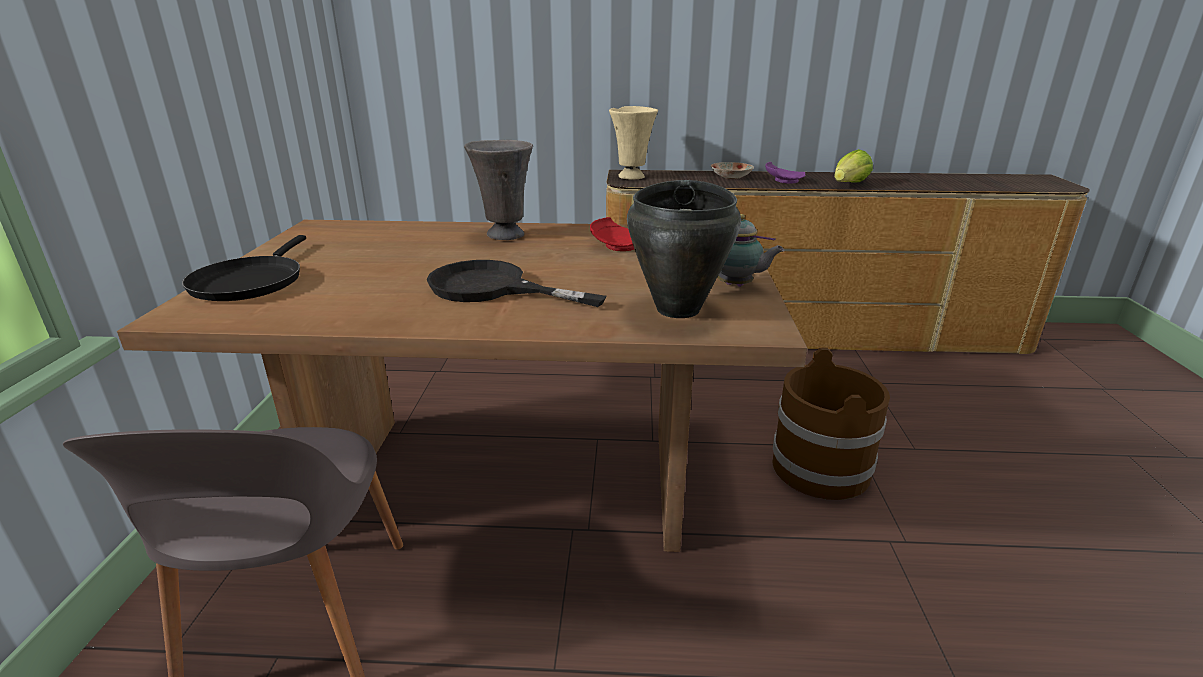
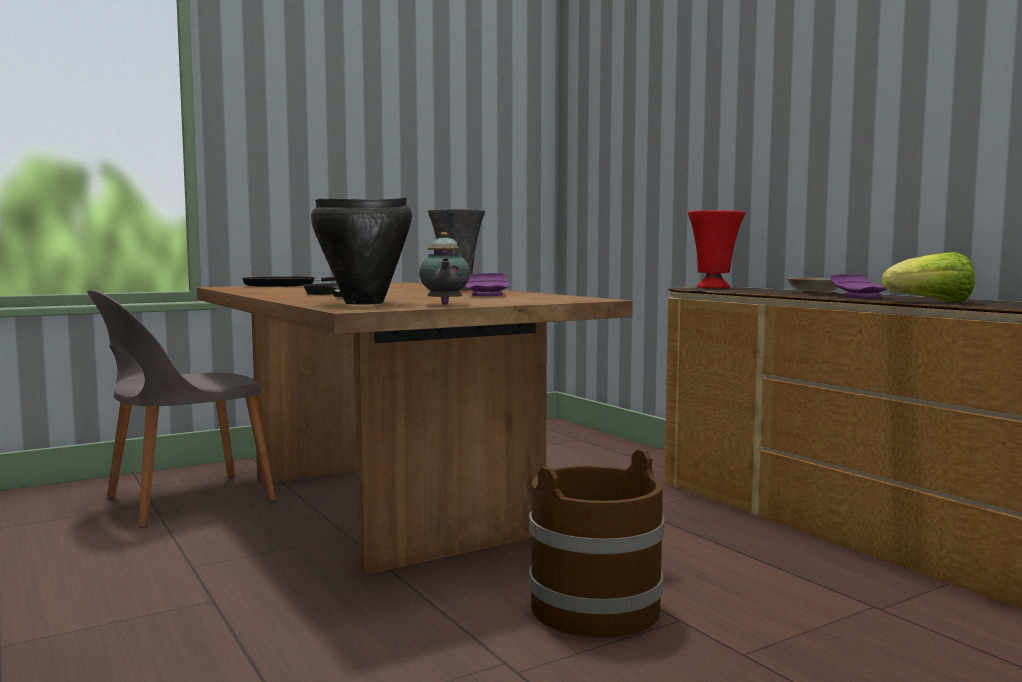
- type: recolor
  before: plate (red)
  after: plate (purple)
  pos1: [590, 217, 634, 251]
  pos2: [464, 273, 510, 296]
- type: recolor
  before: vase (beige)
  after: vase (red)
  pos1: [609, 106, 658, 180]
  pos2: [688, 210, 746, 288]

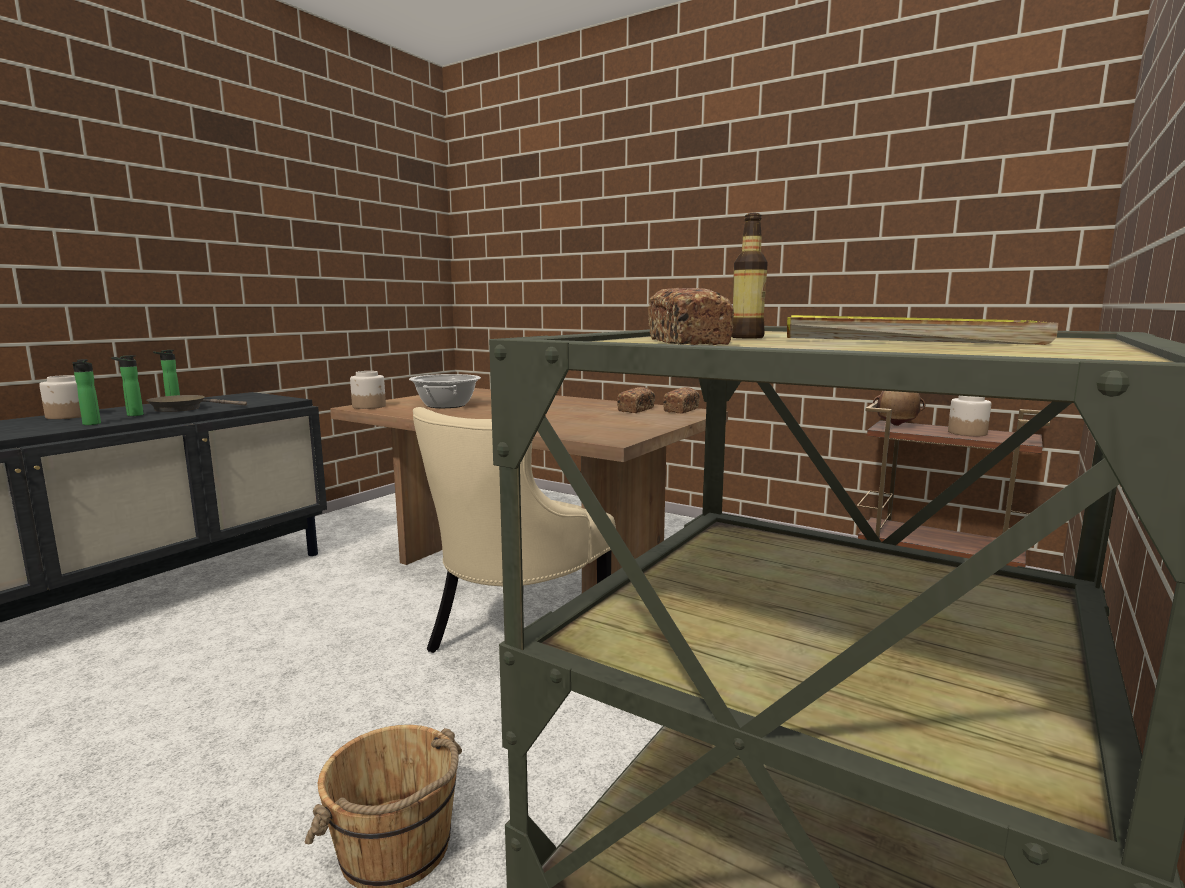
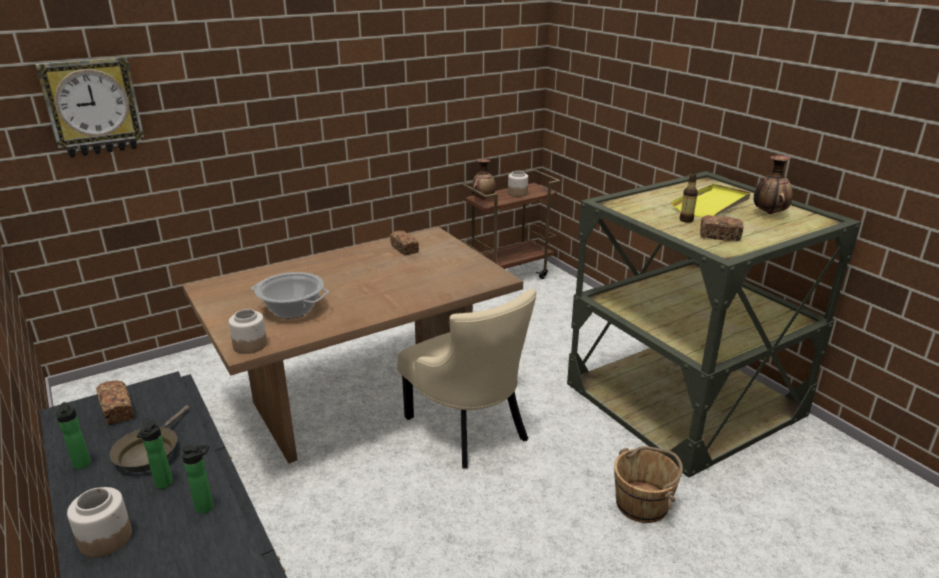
- type: move
  before: bread
  pos1: [663, 387, 700, 414]
  pos2: [96, 381, 134, 425]
- type: insert
  after: wall clock
  pos2: [35, 57, 144, 158]
- type: insert
  after: vase
  pos2: [754, 155, 792, 214]

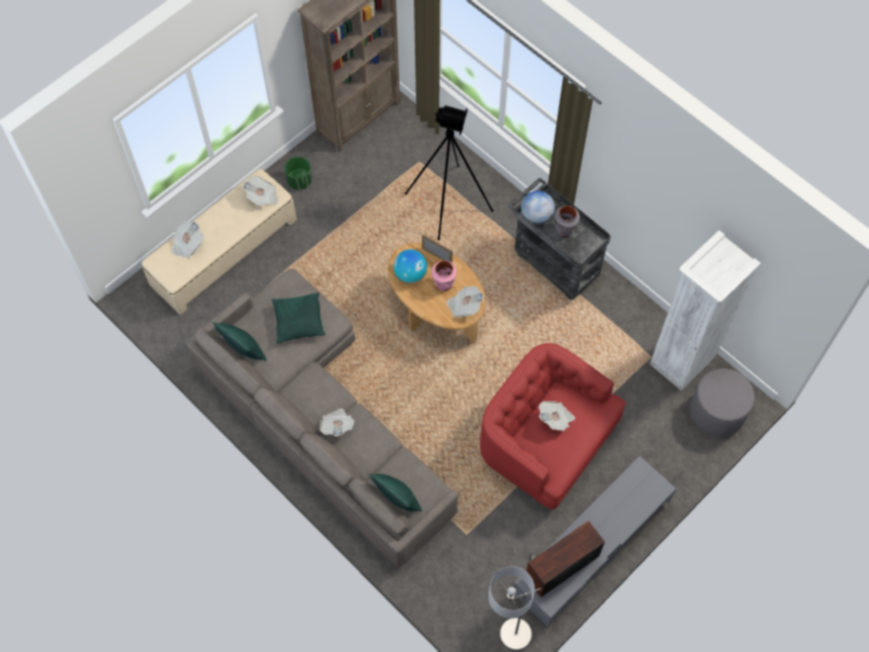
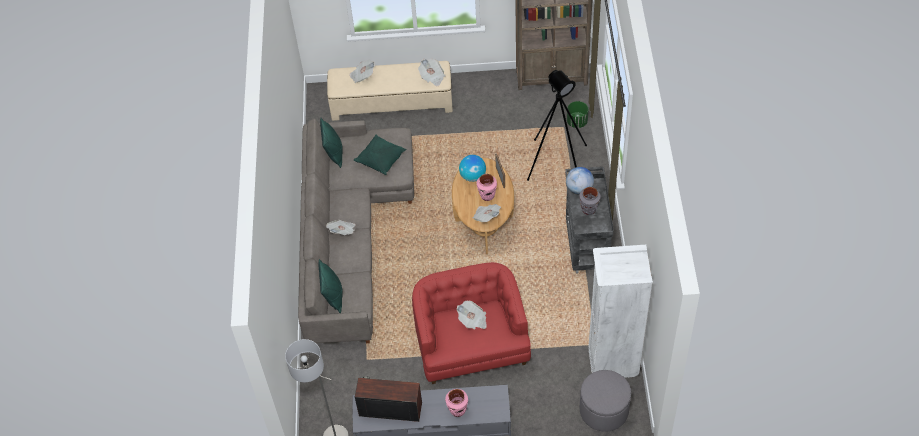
- type: move
  before: planter (green)
  pos1: [285, 157, 312, 190]
  pos2: [567, 101, 588, 128]
- type: insert
  after: vase (pink)
  pos2: [445, 389, 468, 417]

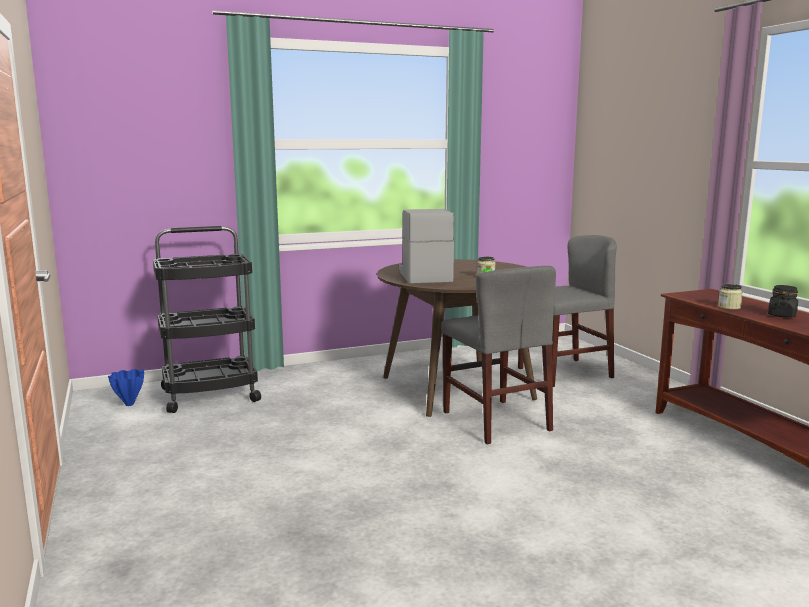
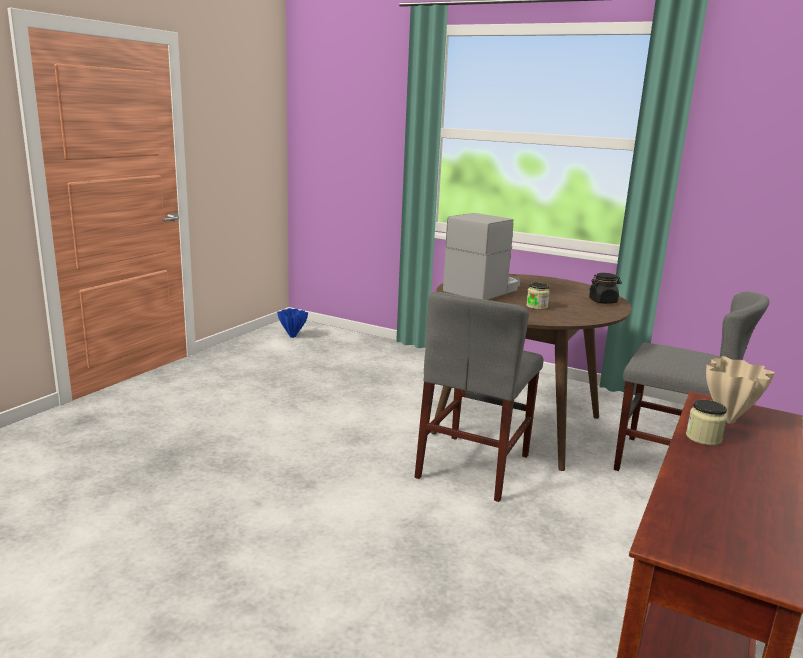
- type: delete
  before: cart (black)
  pos1: [153, 226, 261, 413]
- type: move
  before: jar (black)
  pos1: [768, 285, 798, 317]
  pos2: [589, 273, 622, 304]
- type: insert
  after: vase (beige)
  pos2: [706, 356, 774, 424]

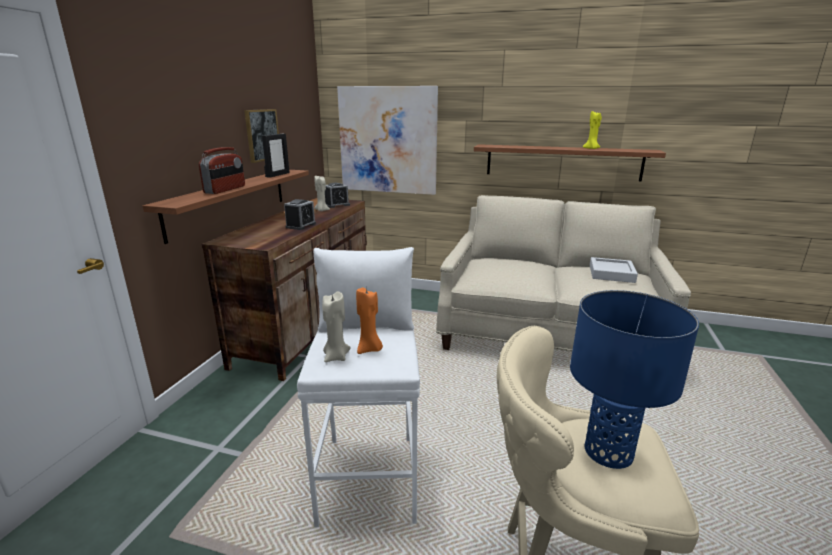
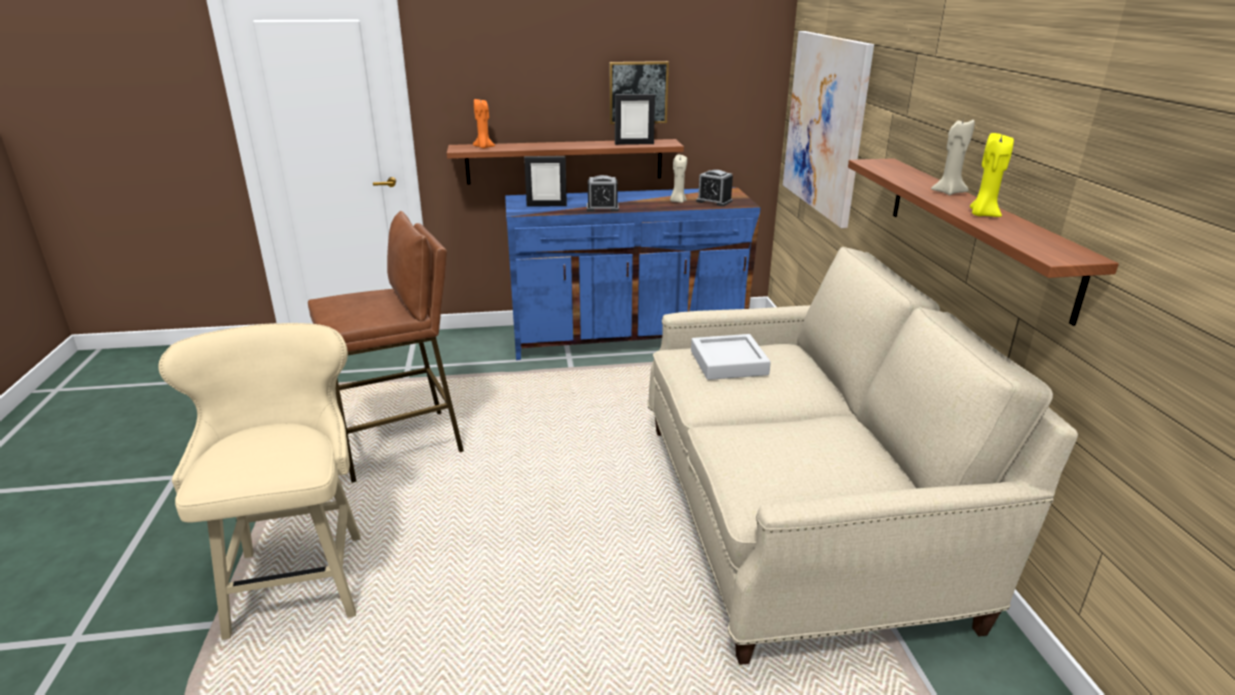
- type: delete
  before: radio
  pos1: [199, 147, 245, 194]
- type: recolor
  before: cabinet (brown)
  after: cabinet (blue)
  pos1: [201, 198, 367, 381]
  pos2: [505, 187, 761, 360]
- type: recolor
  before: stool (white)
  after: stool (brown)
  pos1: [297, 247, 420, 527]
  pos2: [308, 211, 464, 483]
- type: move
  before: candle (beige)
  pos1: [322, 292, 350, 362]
  pos2: [931, 120, 975, 195]
- type: move
  before: candle (orange)
  pos1: [356, 288, 383, 354]
  pos2: [473, 99, 495, 148]
- type: delete
  before: table lamp (blue)
  pos1: [570, 290, 699, 469]
- type: move
  before: tray (grey)
  pos1: [590, 257, 638, 283]
  pos2: [691, 334, 771, 380]
- type: insert
  after: picture frame
  pos2: [524, 156, 567, 206]

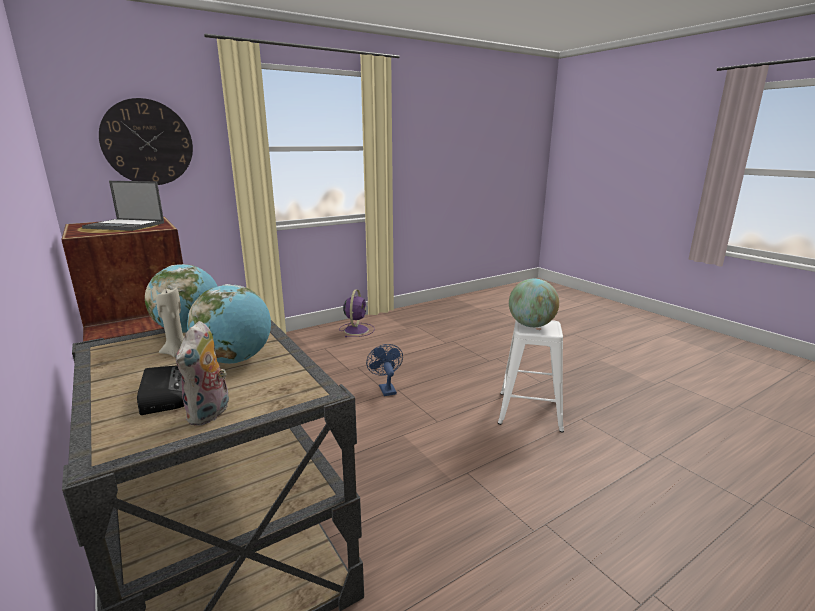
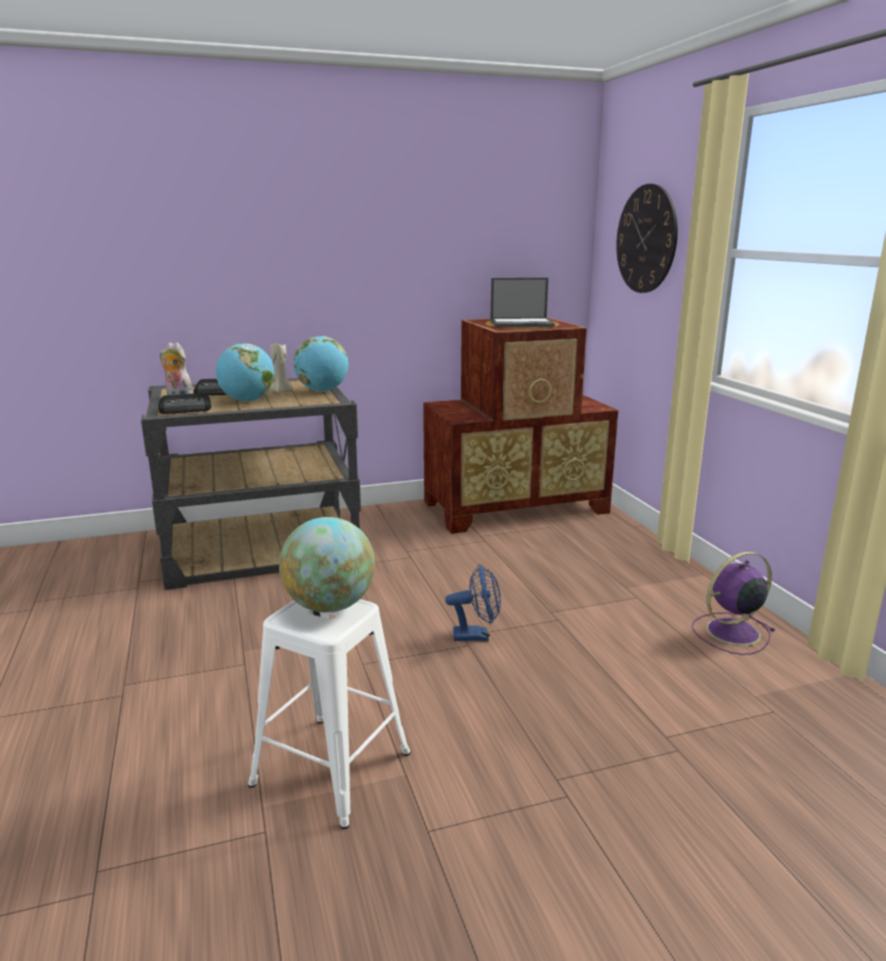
- type: rotate
  before: laptop
  pos1: [82, 181, 164, 231]
  pos2: [490, 278, 555, 327]
  turn: -120
- type: rotate
  before: fan (purple)
  pos1: [339, 289, 375, 337]
  pos2: [692, 552, 776, 655]
  turn: 135
- type: insert
  after: radio
  pos2: [158, 393, 212, 414]

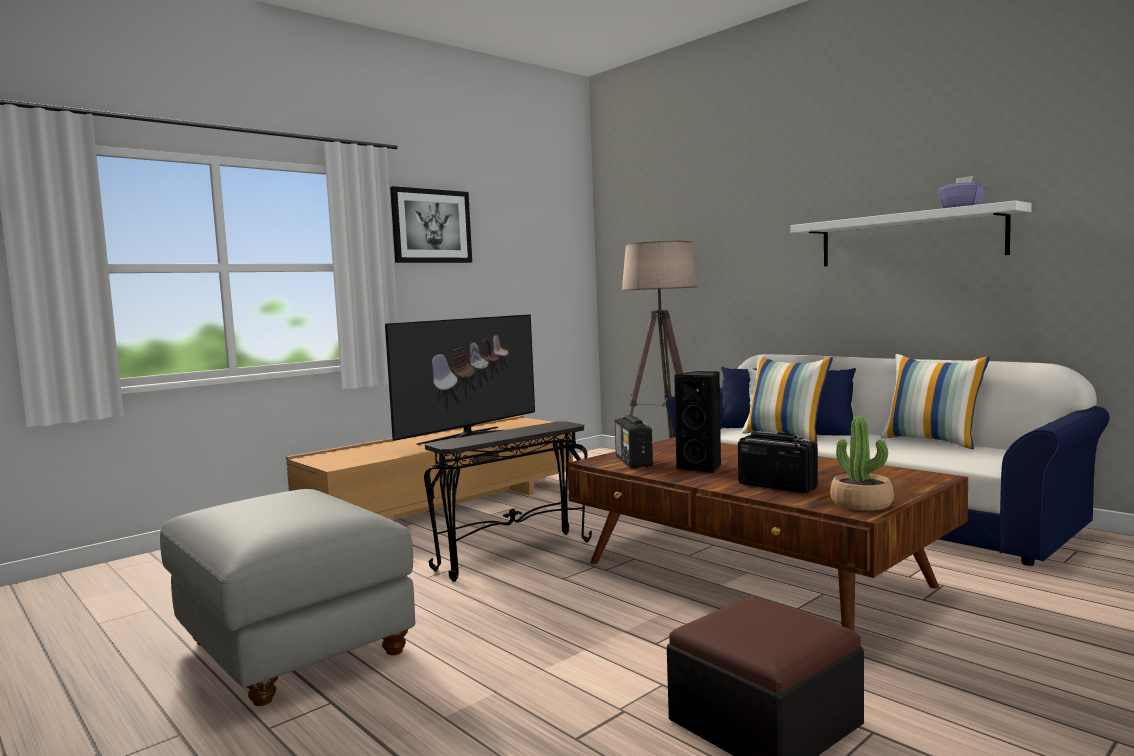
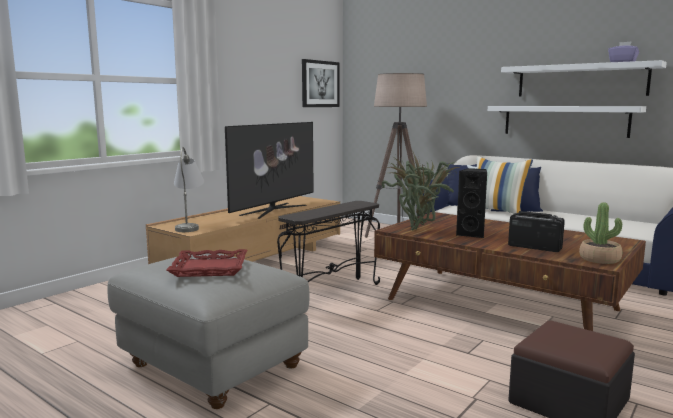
- type: move
  before: picture
  pos1: [390, 186, 472, 263]
  pos2: [302, 59, 339, 107]
- type: replace
  before: radio
  after: potted plant
  pos1: [615, 415, 653, 468]
  pos2: [382, 150, 461, 231]
- type: delete
  before: pillow
  pos1: [881, 354, 990, 449]
- type: insert
  after: tray (red)
  pos2: [166, 249, 247, 277]
- type: insert
  after: table lamp (grey)
  pos2: [174, 147, 204, 232]
- type: insert
  after: shelf (white)
  pos2: [488, 106, 646, 138]

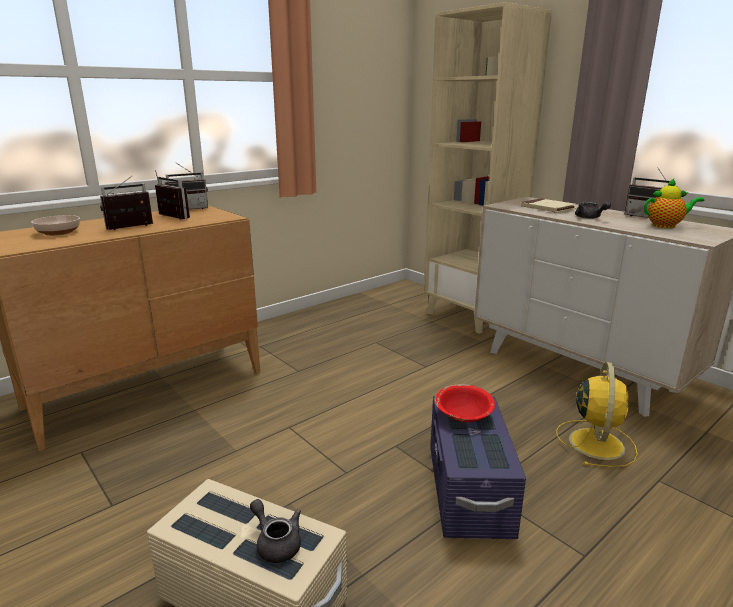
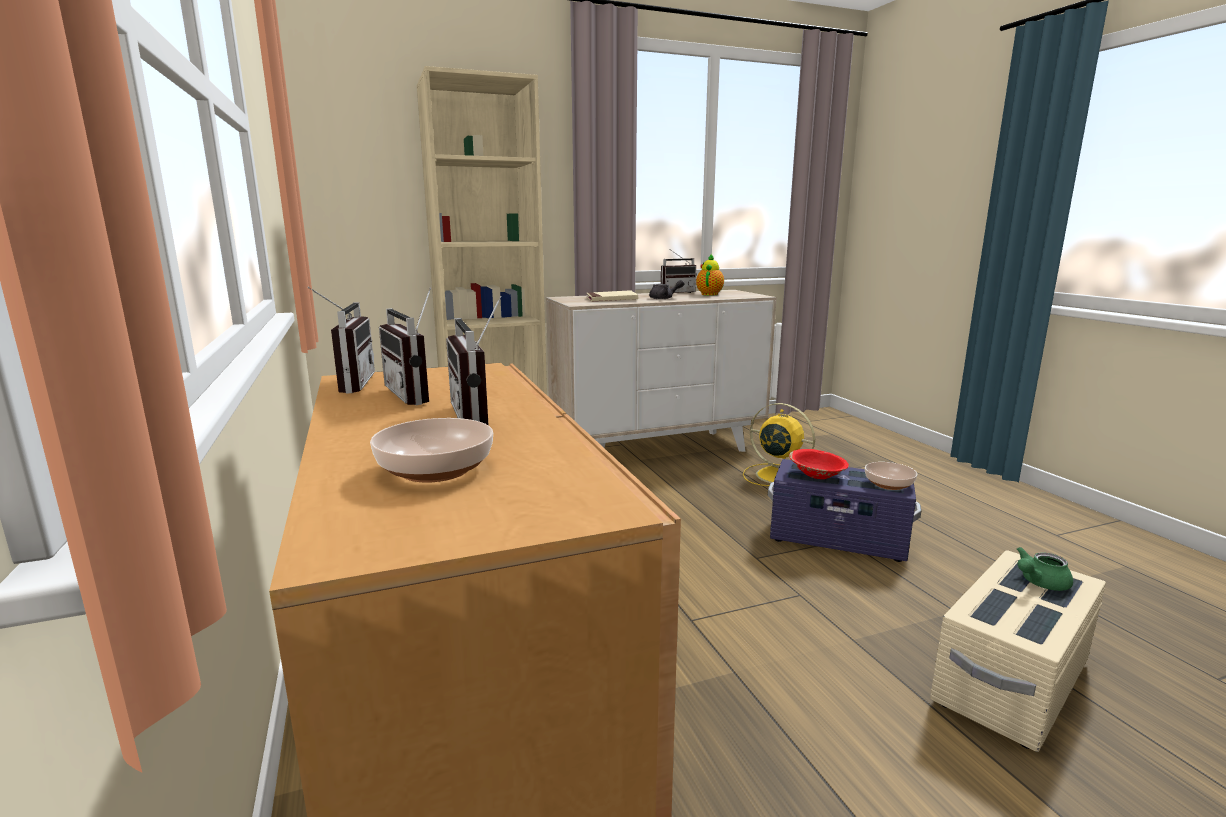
- type: rotate
  before: radio
  pos1: [155, 170, 190, 220]
  pos2: [379, 287, 431, 405]
  turn: -90
- type: recolor
  before: teapot (grey)
  after: teapot (green)
  pos1: [250, 499, 301, 563]
  pos2: [1017, 547, 1073, 591]
- type: insert
  after: bowl
  pos2: [865, 462, 917, 490]

